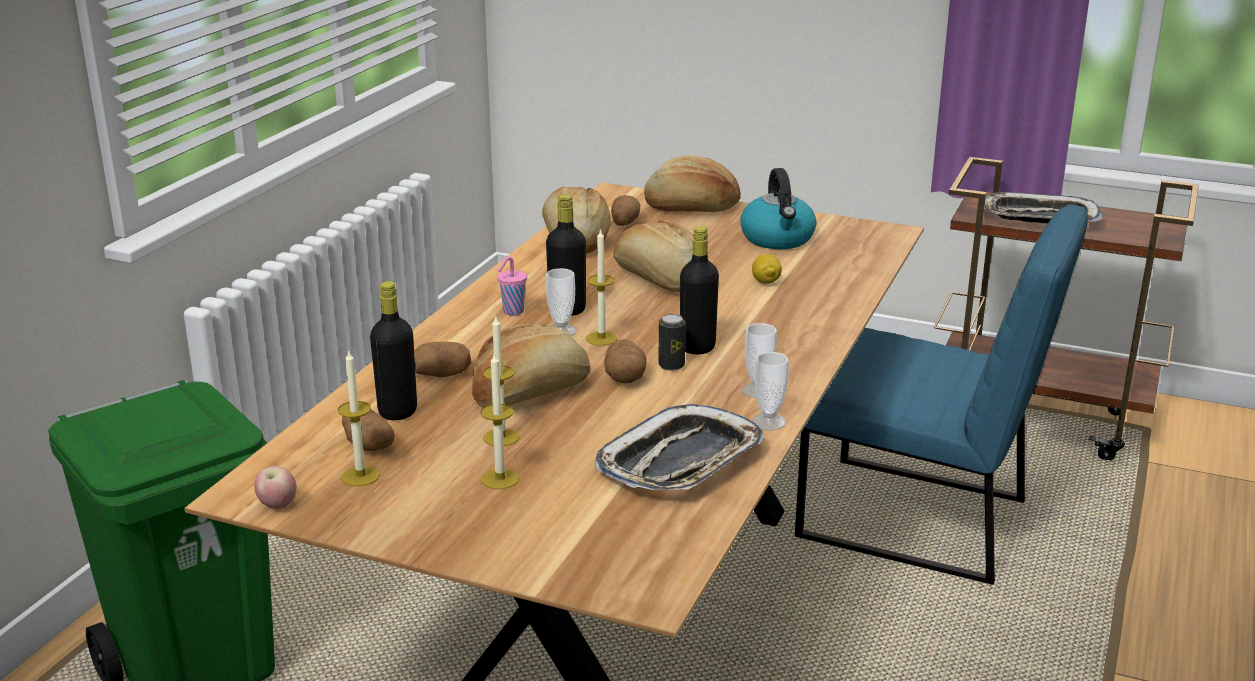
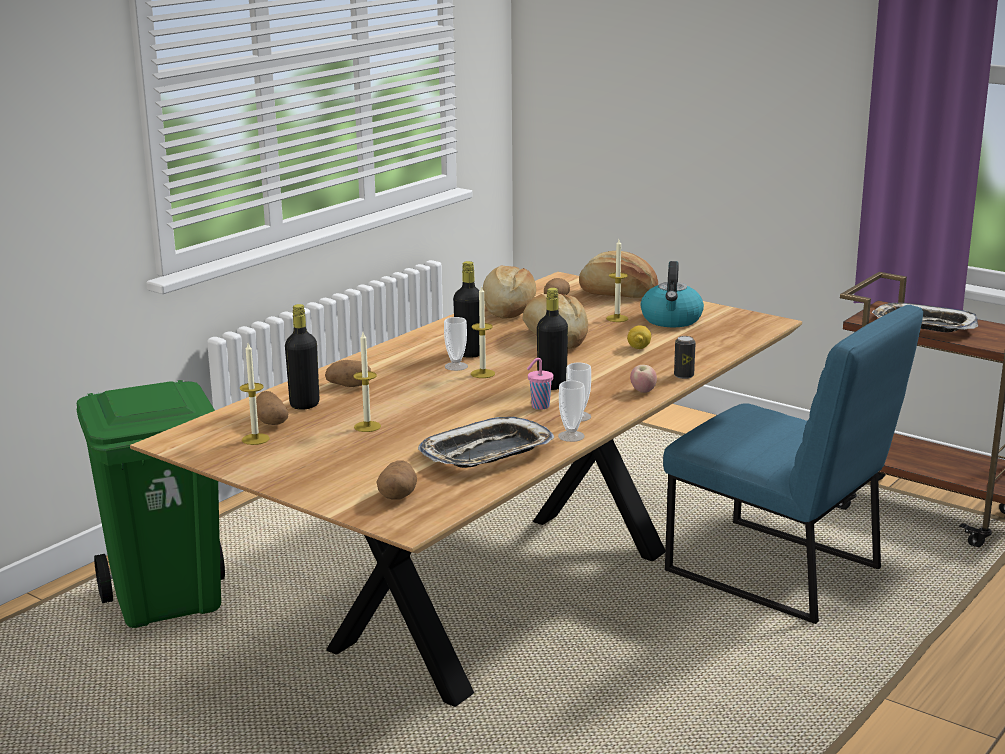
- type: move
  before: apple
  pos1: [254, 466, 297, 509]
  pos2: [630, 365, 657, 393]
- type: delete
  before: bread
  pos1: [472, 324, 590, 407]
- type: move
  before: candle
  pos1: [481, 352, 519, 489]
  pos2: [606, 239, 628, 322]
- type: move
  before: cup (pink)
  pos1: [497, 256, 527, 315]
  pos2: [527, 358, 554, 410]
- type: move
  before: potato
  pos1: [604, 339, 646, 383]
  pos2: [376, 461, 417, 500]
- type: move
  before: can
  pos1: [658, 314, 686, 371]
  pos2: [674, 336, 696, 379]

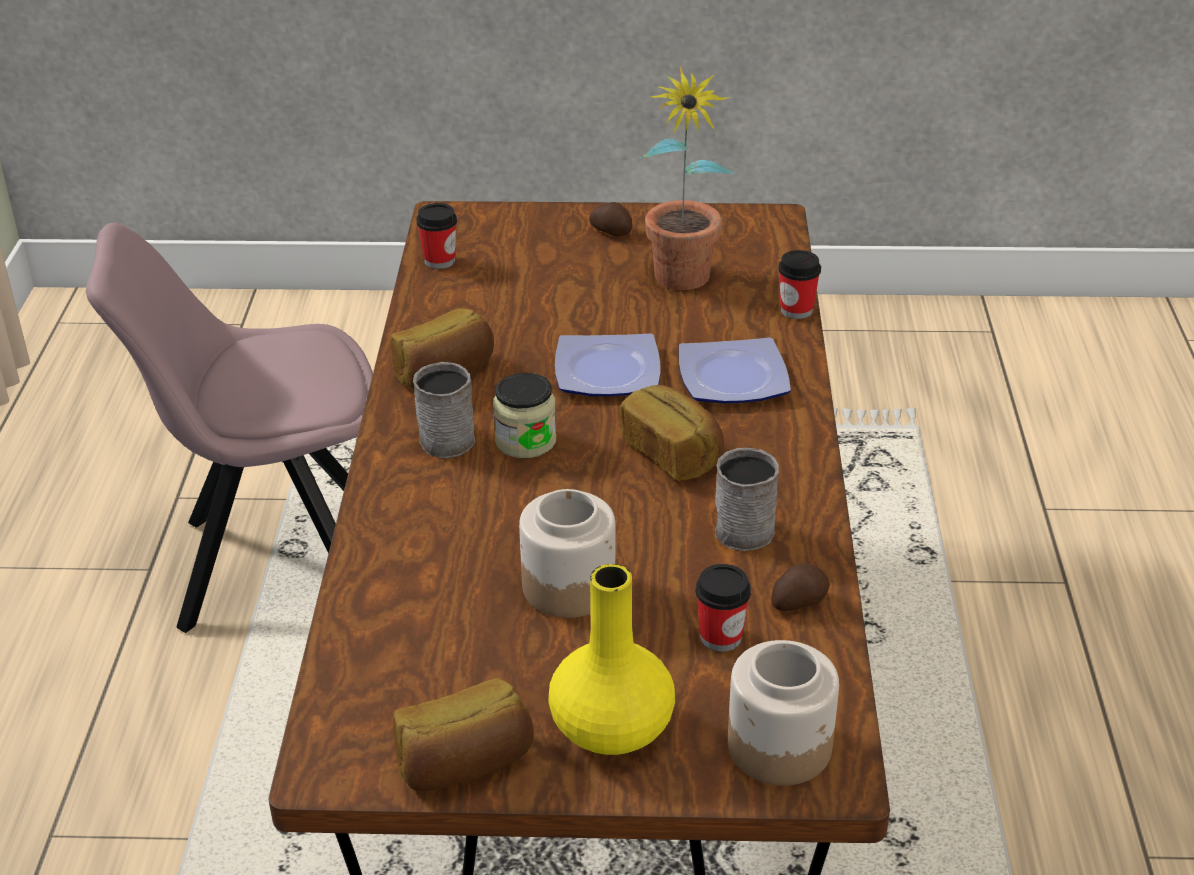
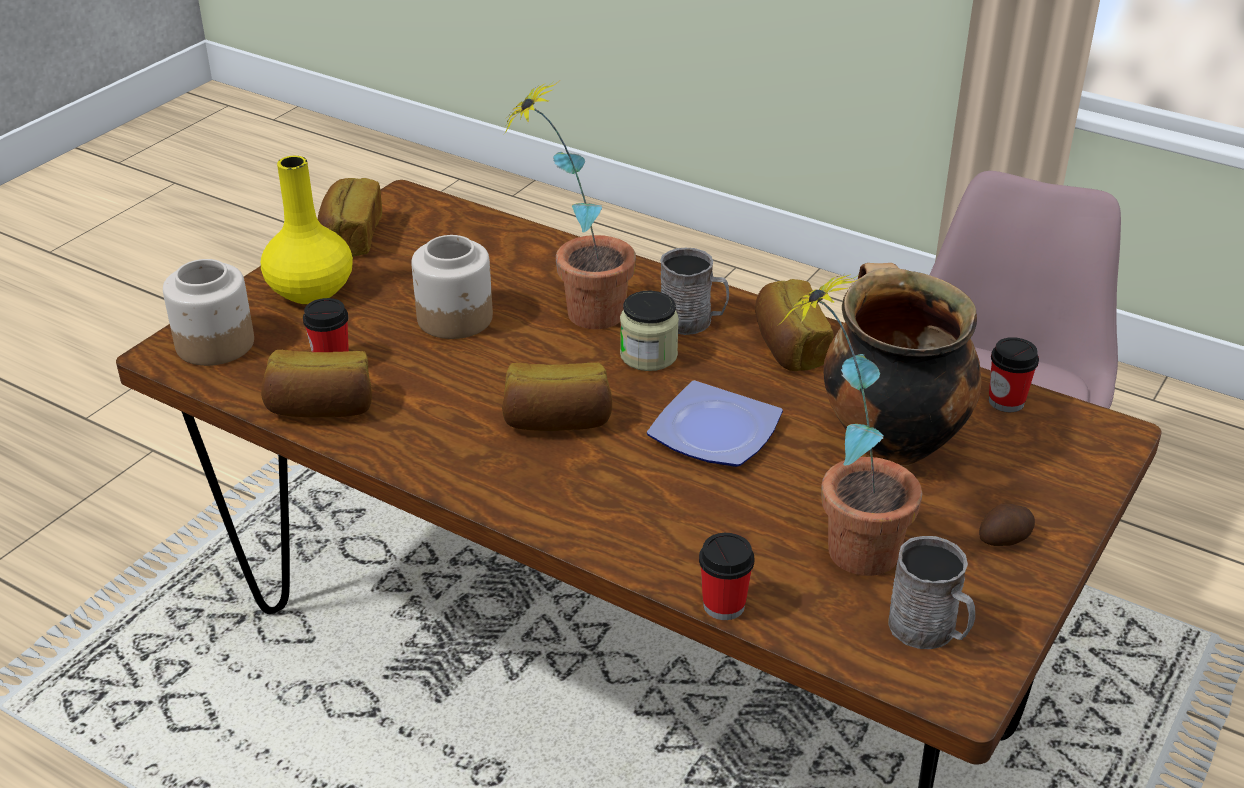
- type: delete
  before: plate
  pos1: [679, 337, 791, 404]
- type: move
  before: mug (grey)
  pos1: [715, 448, 779, 551]
  pos2: [888, 536, 975, 649]
- type: replace
  before: potato
  after: bread
  pos1: [771, 563, 830, 611]
  pos2: [261, 350, 372, 418]
- type: insert
  after: potted plant
  pos2: [504, 81, 636, 329]
- type: insert
  after: cooking pot
  pos2: [823, 263, 982, 466]

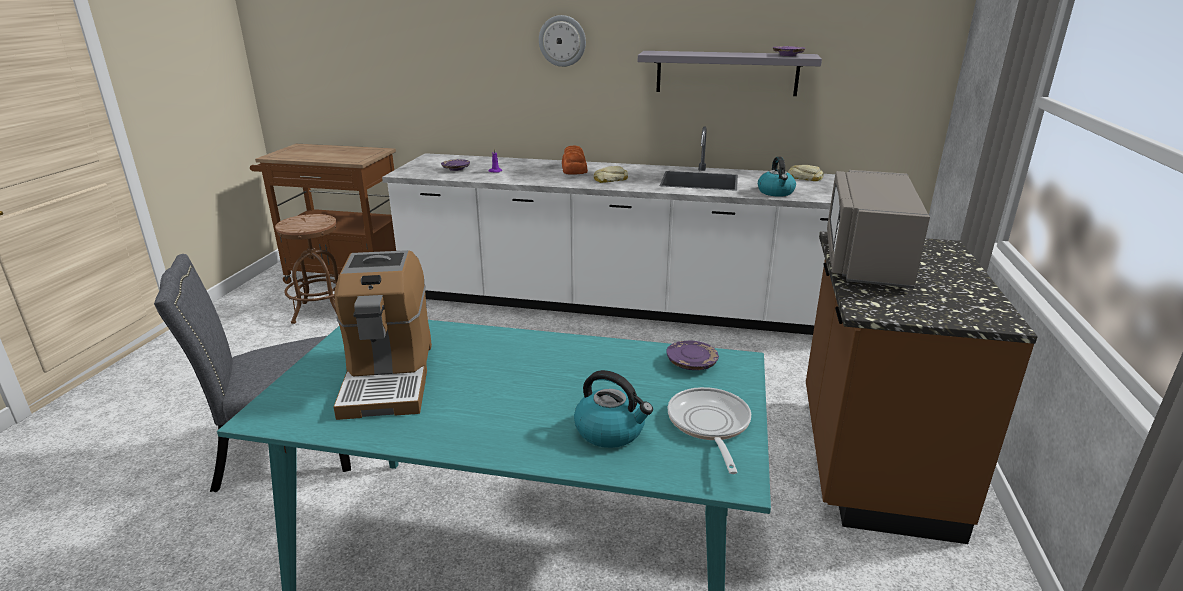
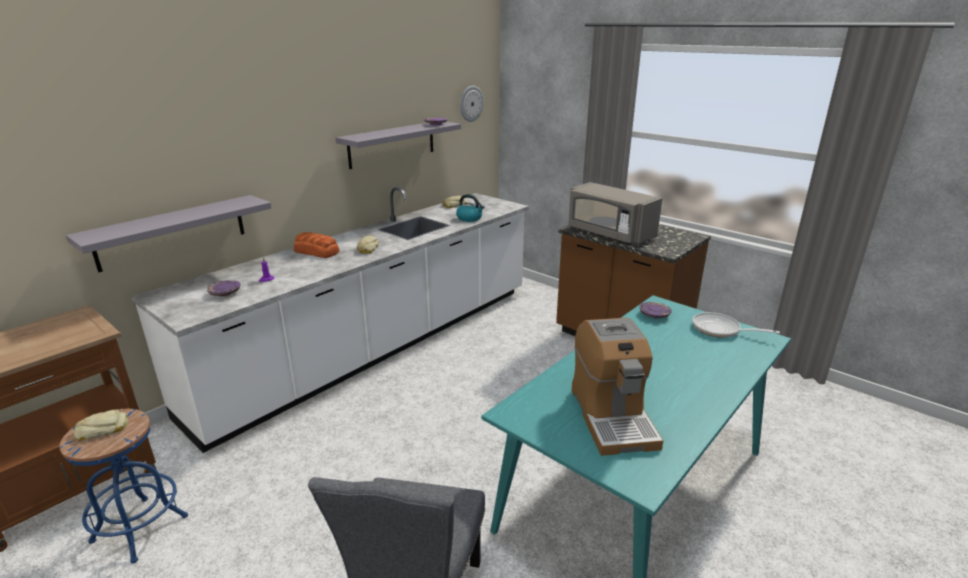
- type: recolor
  before: stool (brown)
  after: stool (blue)
  pos1: [275, 214, 339, 324]
  pos2: [59, 409, 188, 563]
- type: rotate
  before: coffee machine
  pos1: [334, 250, 432, 420]
  pos2: [571, 318, 663, 456]
  turn: 60
- type: move
  before: wall clock
  pos1: [539, 15, 586, 67]
  pos2: [460, 86, 484, 122]
- type: delete
  before: kettle
  pos1: [574, 370, 653, 448]
- type: insert
  after: shelf (grey)
  pos2: [66, 195, 272, 272]
- type: insert
  after: bread
  pos2: [74, 410, 128, 440]

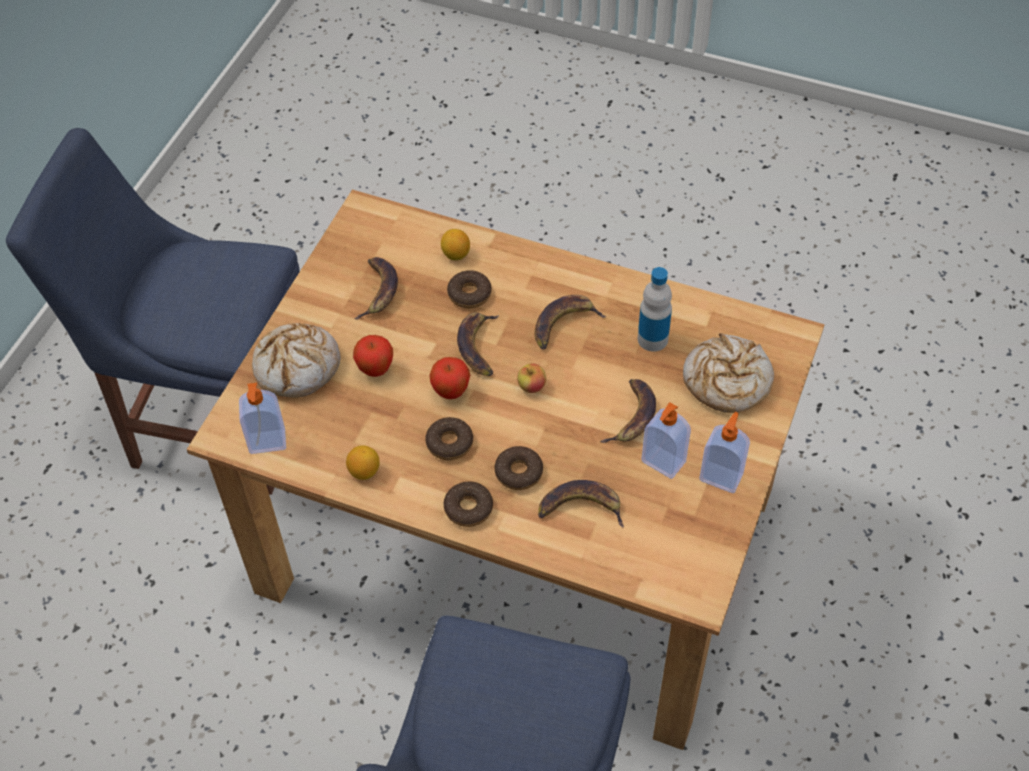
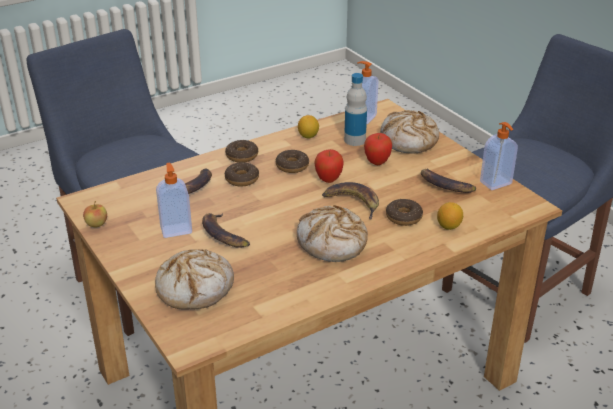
- type: move
  before: apple
  pos1: [517, 363, 546, 393]
  pos2: [83, 201, 107, 227]
- type: replace
  before: banana
  after: bread
  pos1: [534, 295, 607, 350]
  pos2: [297, 205, 368, 262]
- type: move
  before: bottle
  pos1: [638, 267, 672, 352]
  pos2: [344, 73, 367, 146]
- type: move
  before: soap dispenser
  pos1: [699, 412, 750, 493]
  pos2: [480, 122, 518, 190]

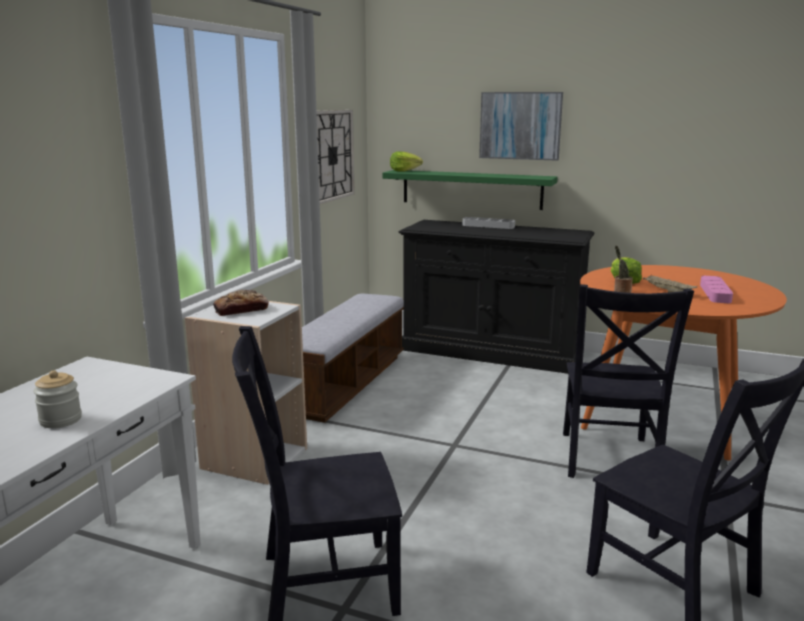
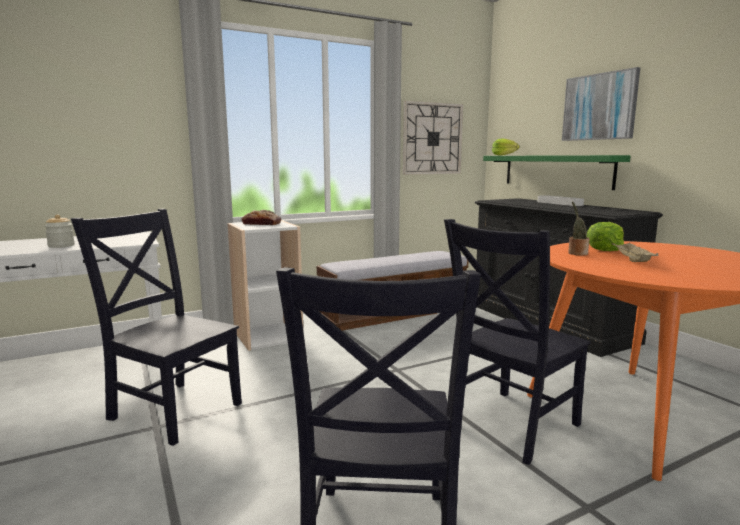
- type: delete
  before: tray (pink)
  pos1: [700, 276, 733, 303]

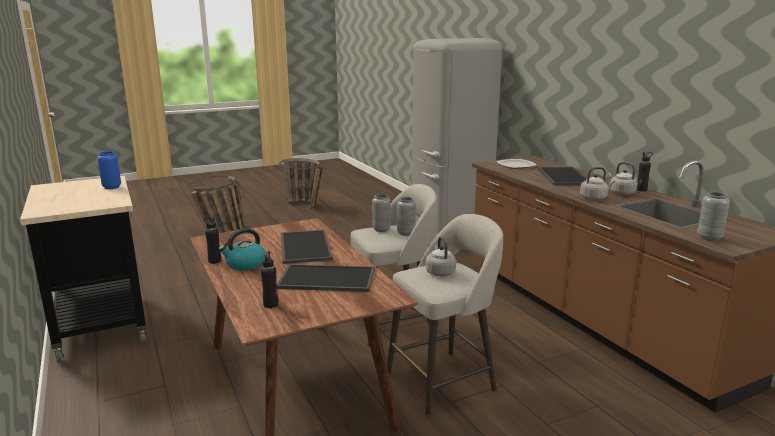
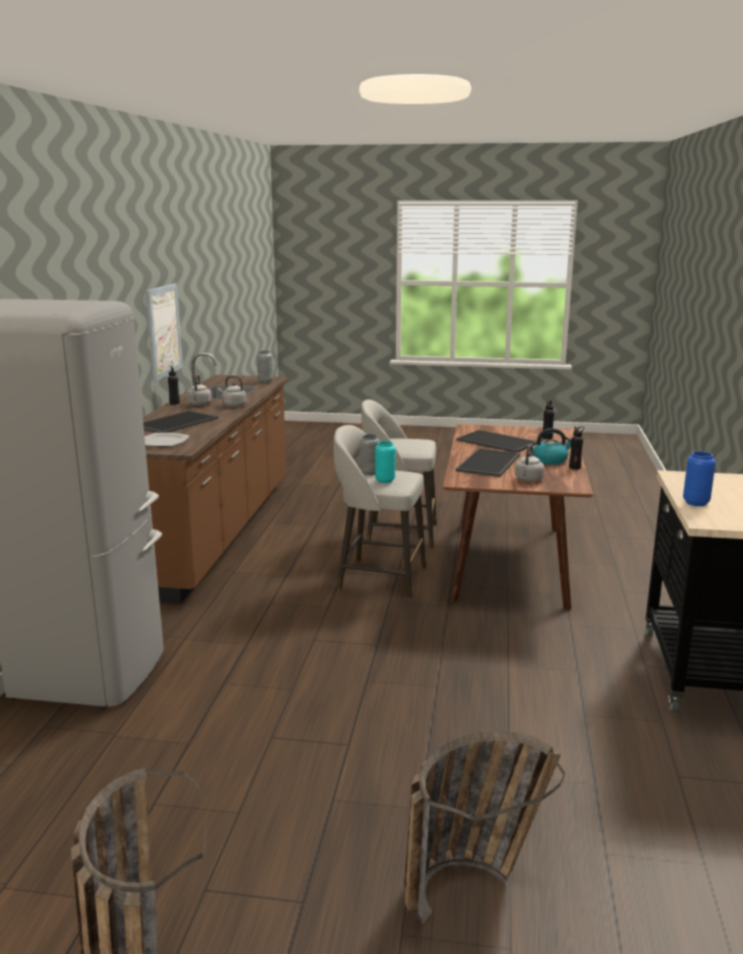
- type: recolor
  before: vase (grey)
  after: vase (turquoise)
  pos1: [372, 194, 391, 232]
  pos2: [375, 441, 395, 483]
- type: move
  before: kettle (grey)
  pos1: [426, 237, 456, 276]
  pos2: [515, 444, 544, 482]
- type: insert
  after: picture
  pos2: [146, 284, 183, 381]

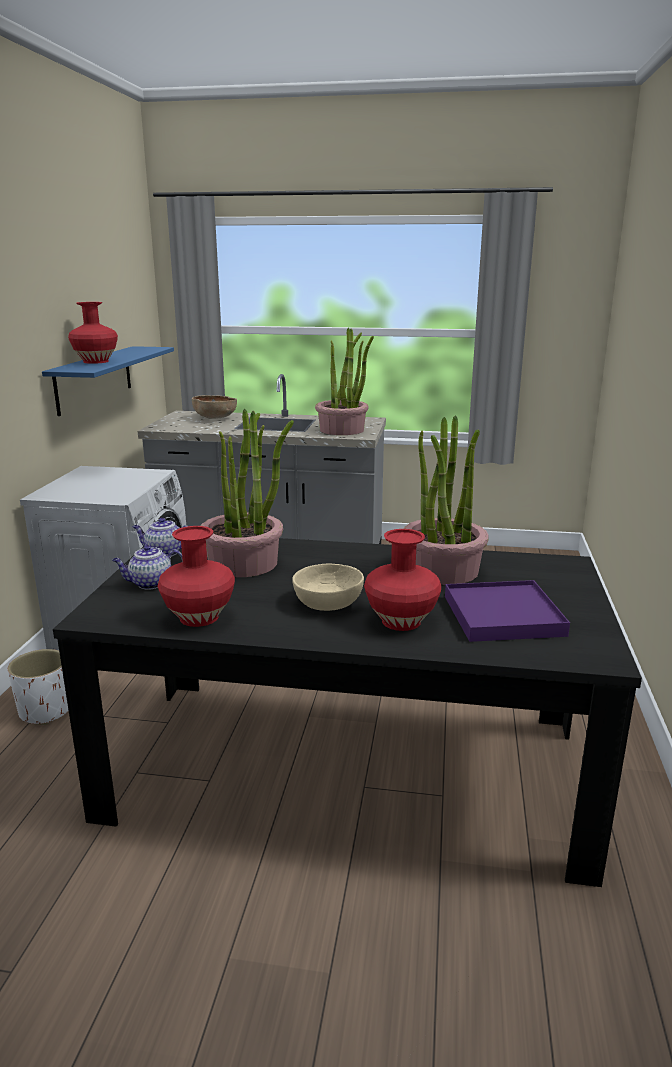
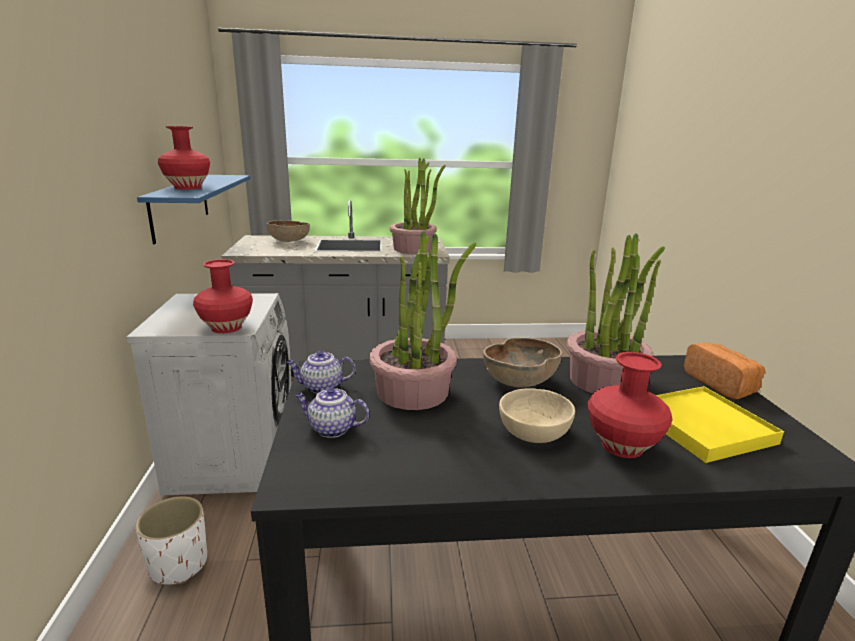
- type: rotate
  before: teapot
  pos1: [112, 545, 183, 590]
  pos2: [295, 387, 369, 438]
  turn: 45
- type: move
  before: vase (red)
  pos1: [157, 526, 235, 627]
  pos2: [193, 259, 253, 333]
- type: recolor
  before: tray (purple)
  after: tray (yellow)
  pos1: [445, 580, 570, 642]
  pos2: [656, 386, 784, 463]
- type: insert
  after: bowl (brown)
  pos2: [483, 338, 562, 387]
- type: insert
  after: bread
  pos2: [684, 343, 765, 399]

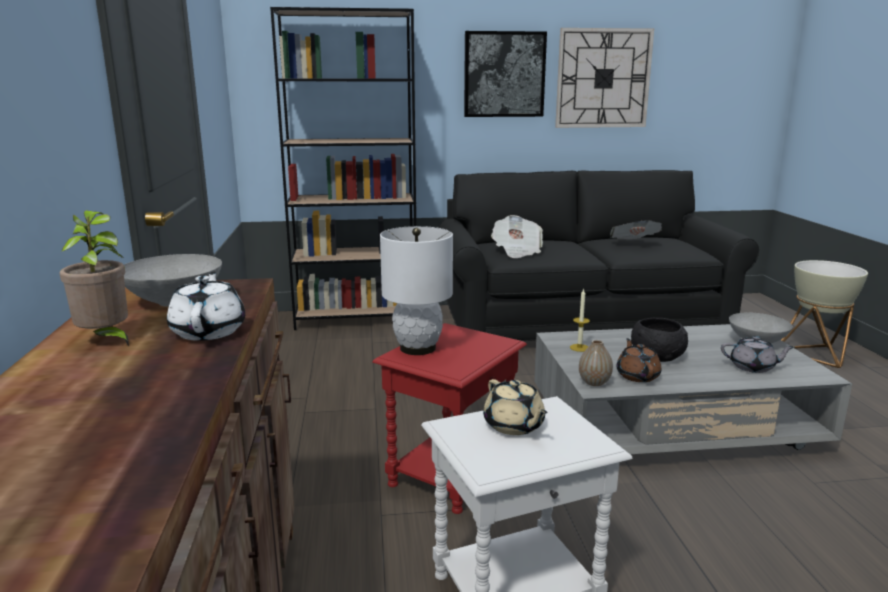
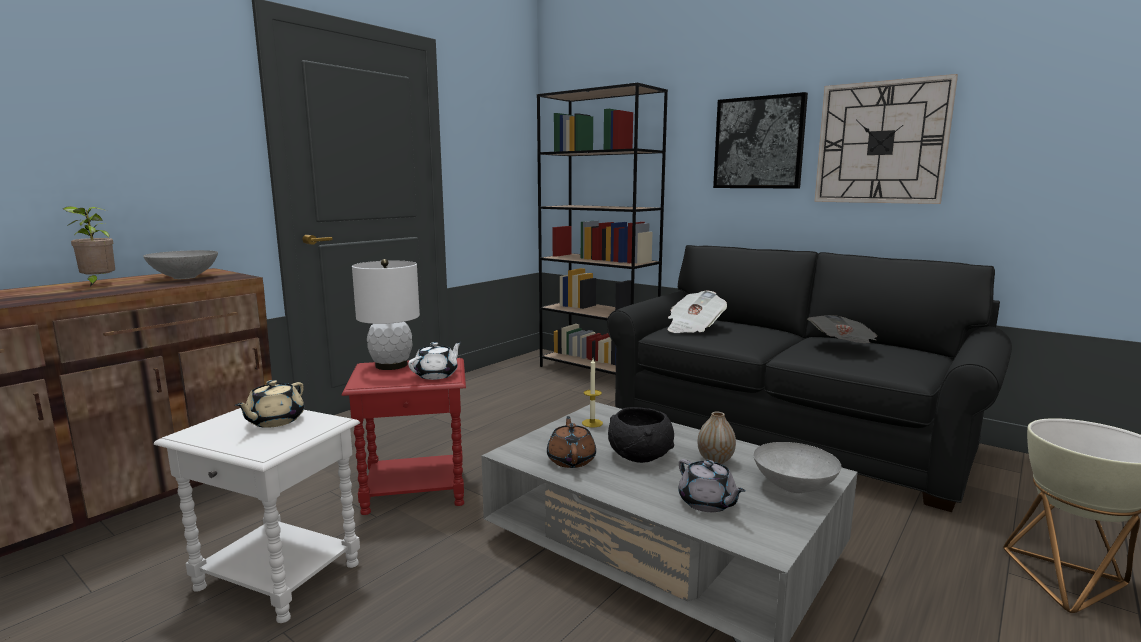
- type: move
  before: teapot (white)
  pos1: [167, 272, 245, 341]
  pos2: [408, 342, 462, 380]
- type: move
  before: vase
  pos1: [579, 340, 613, 386]
  pos2: [697, 412, 736, 464]
- type: rotate
  before: teapot (brown)
  pos1: [616, 338, 661, 382]
  pos2: [547, 416, 596, 468]
  turn: -45

